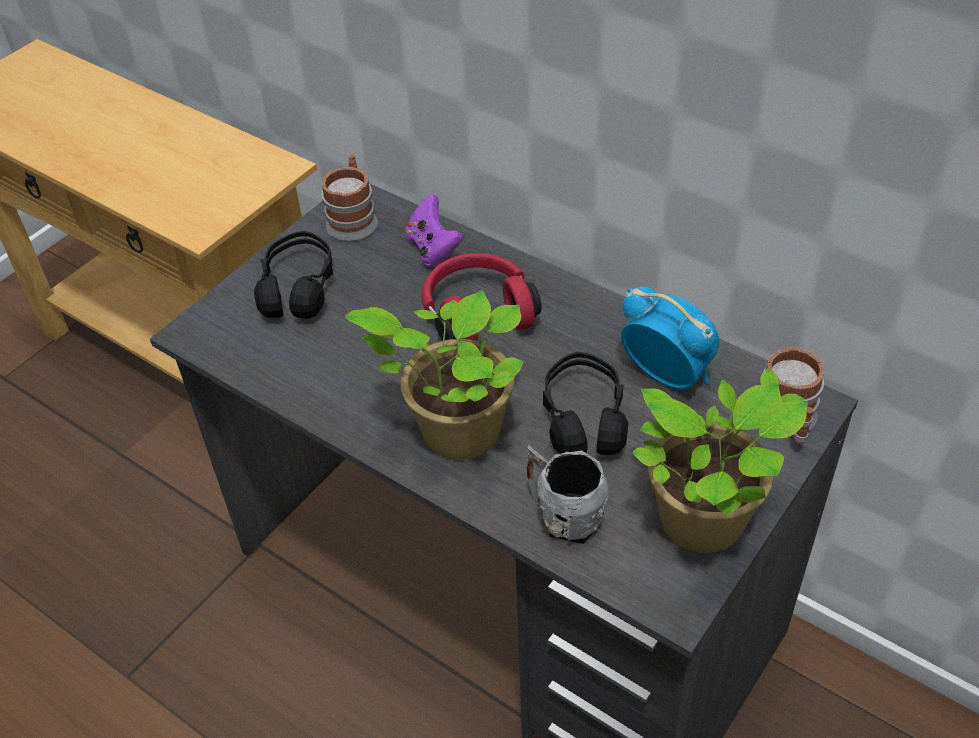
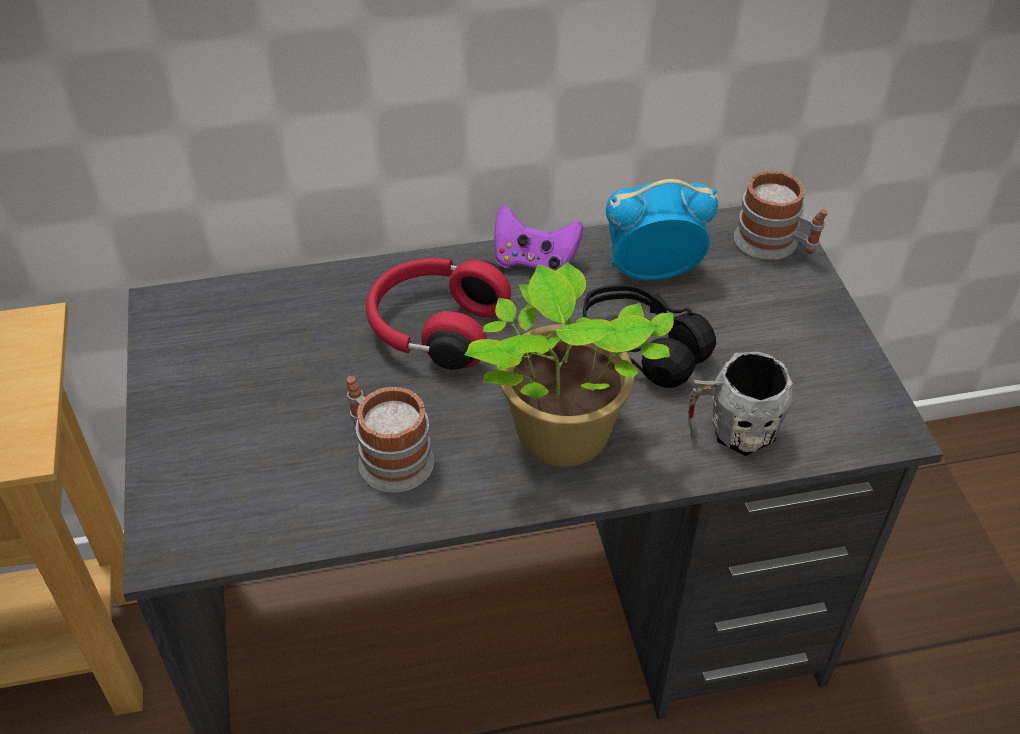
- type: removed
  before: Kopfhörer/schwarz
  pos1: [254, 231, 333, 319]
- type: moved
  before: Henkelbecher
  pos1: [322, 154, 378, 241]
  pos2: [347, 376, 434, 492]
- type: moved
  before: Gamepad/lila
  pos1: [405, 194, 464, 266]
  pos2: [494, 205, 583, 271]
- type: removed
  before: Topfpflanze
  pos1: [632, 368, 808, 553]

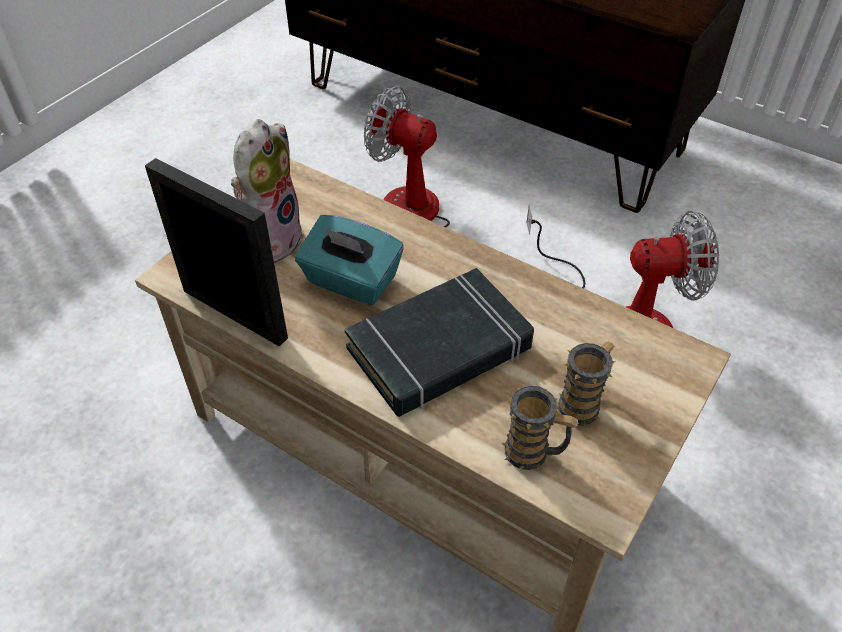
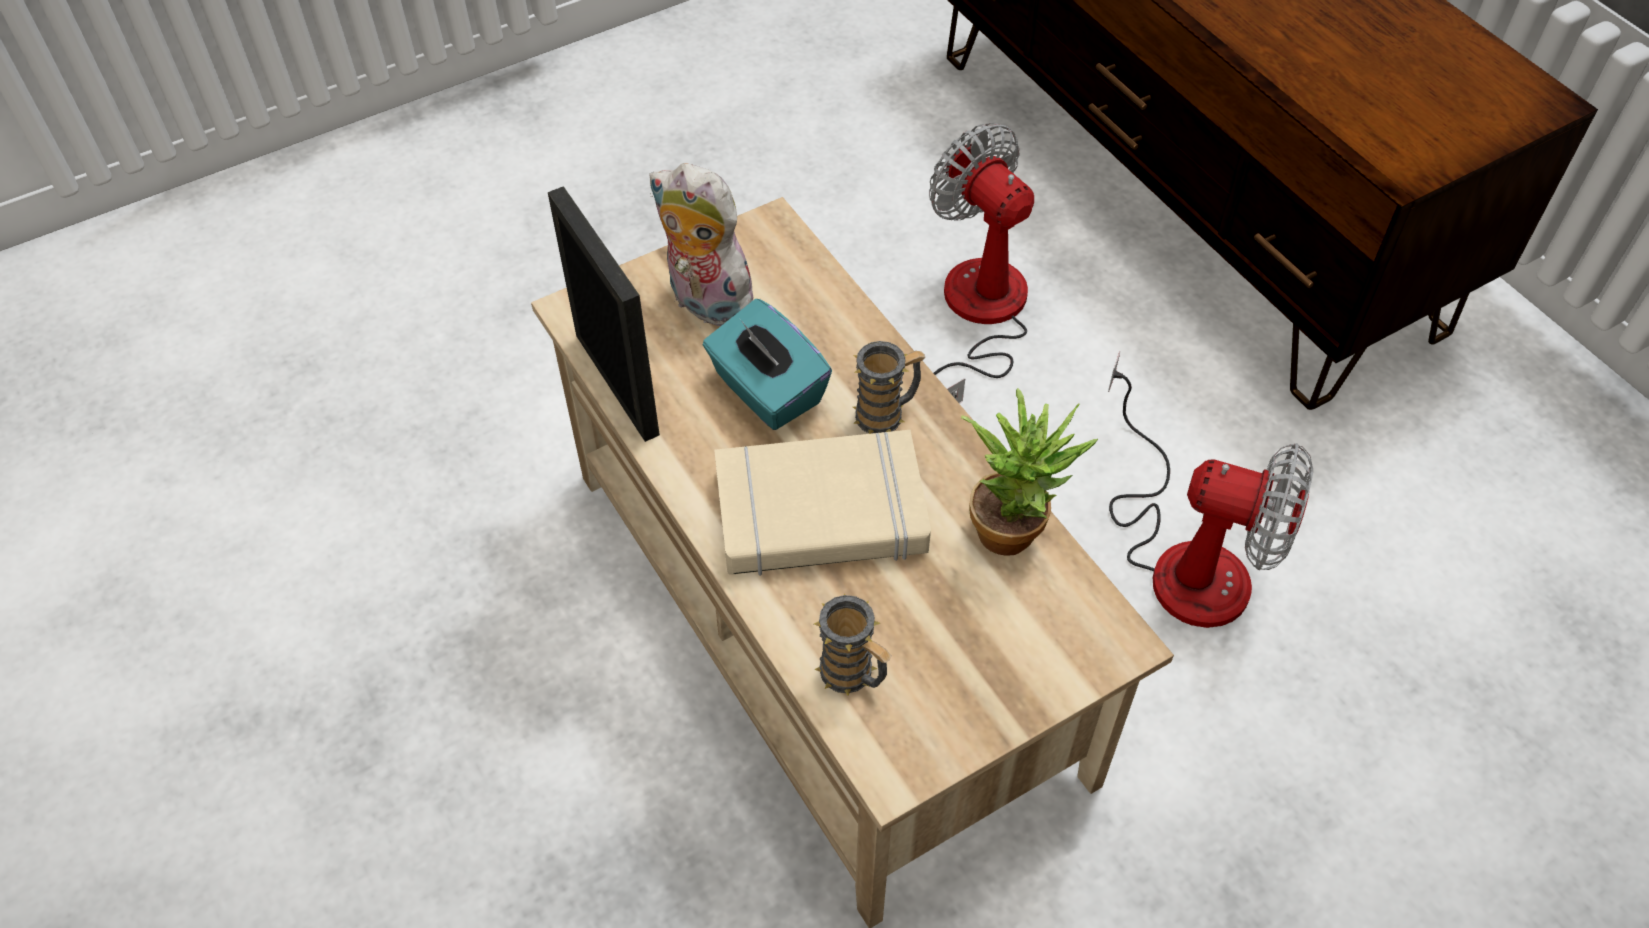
- type: turned
  before: Plüschtier
  pos1: [231, 119, 304, 263]
  pos2: [650, 163, 753, 326]
  turn: -105
- type: recoloured
  before: Buch/schwarz
  after: Buch/beige
  pos1: [344, 268, 534, 417]
  pos2: [714, 430, 931, 576]
- type: moved
  before: Henkelbecher
  pos1: [557, 342, 615, 426]
  pos2: [853, 341, 925, 434]
- type: added
  after: Topfpflanze
  pos2: [961, 388, 1098, 556]

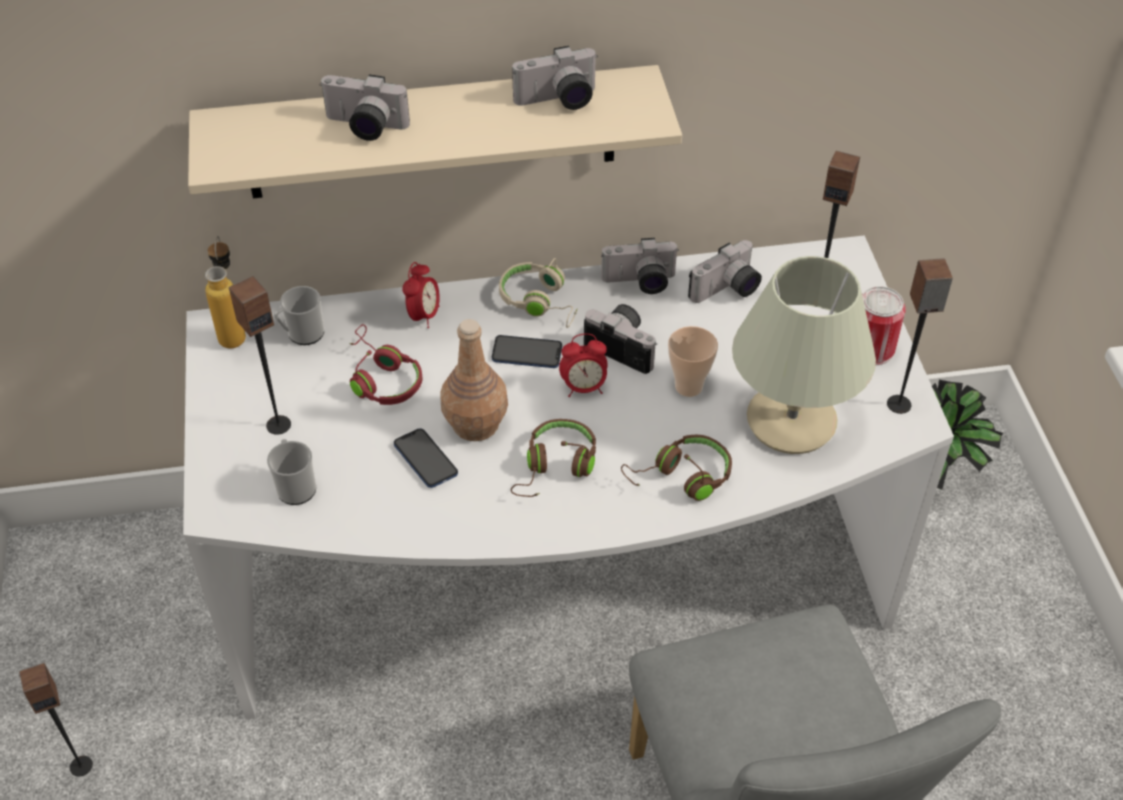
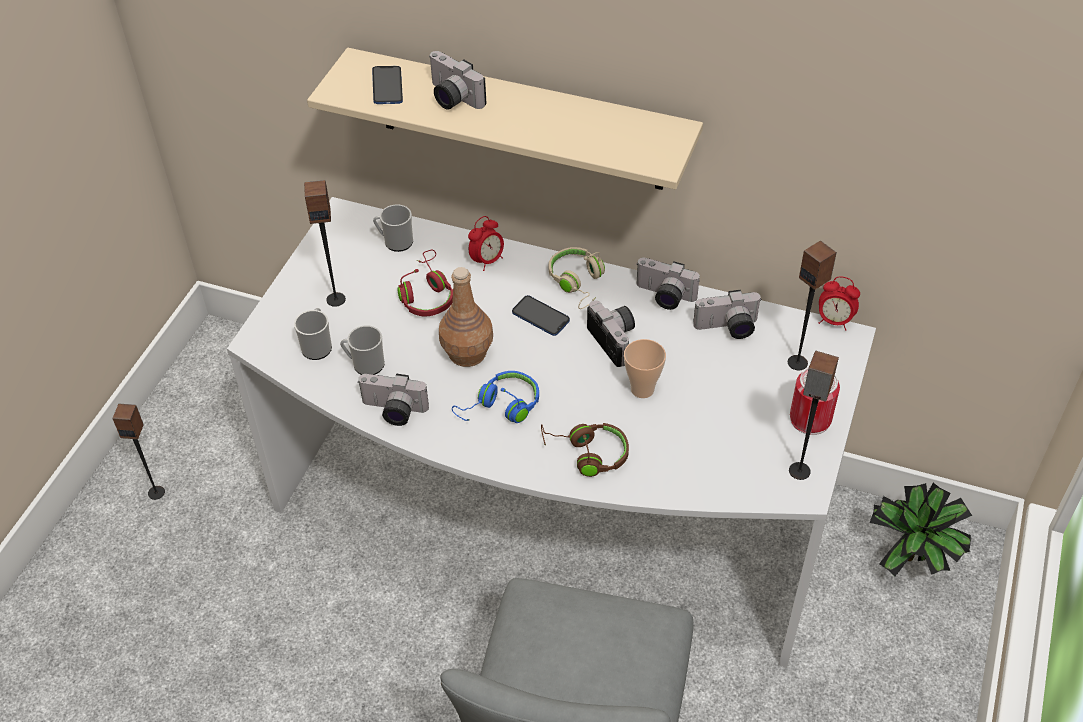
- type: removed
  before: Flasche
  pos1: [205, 236, 246, 349]
- type: moved
  before: Handy
  pos1: [394, 429, 458, 488]
  pos2: [372, 66, 403, 104]
- type: recoloured
  before: Kopfhörer/braun
  after: Kopfhörer/blau
  pos1: [511, 419, 596, 497]
  pos2: [452, 371, 539, 423]
- type: moved
  before: Kamera
  pos1: [512, 46, 598, 110]
  pos2: [357, 374, 429, 426]
- type: moved
  before: Wecker
  pos1: [559, 333, 607, 397]
  pos2: [819, 276, 860, 331]
- type: removed
  before: Tischlampe/beige
  pos1: [732, 256, 876, 454]
- type: added
  after: Henkelbecher
  pos2: [340, 325, 385, 375]

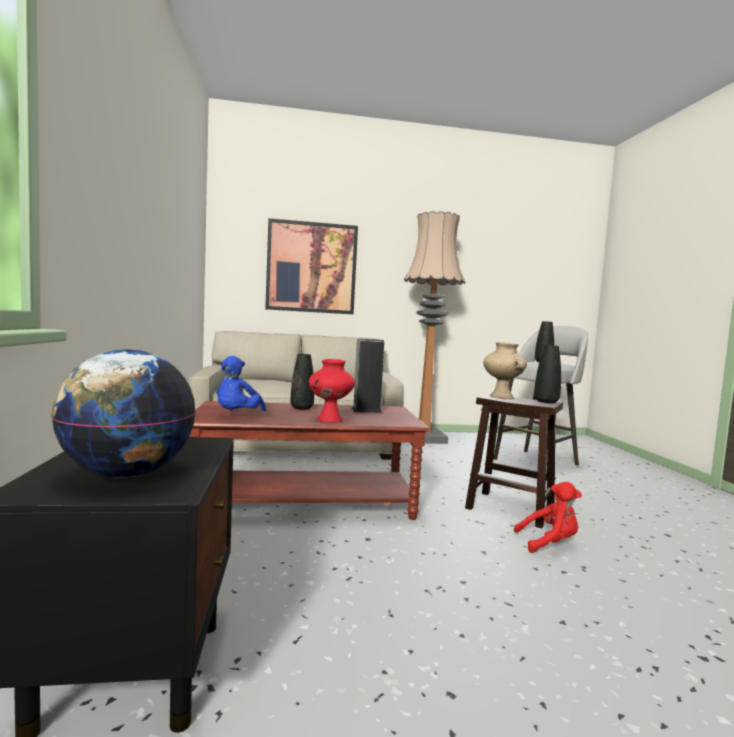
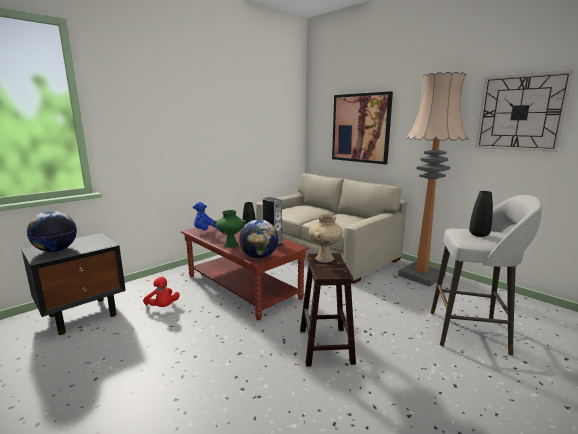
- type: recoloured
  before: Vase/rot
  after: Vase/grün
  pos1: [309, 359, 355, 422]
  pos2: [214, 210, 247, 248]
- type: moved
  before: Plüschtier/rot
  pos1: [514, 482, 582, 553]
  pos2: [143, 277, 180, 307]
- type: removed
  before: Vase/schwarz
  pos1: [534, 345, 561, 403]
- type: added
  after: Globus
  pos2: [239, 219, 278, 259]
- type: added
  after: Wanduhr
  pos2: [475, 70, 574, 152]

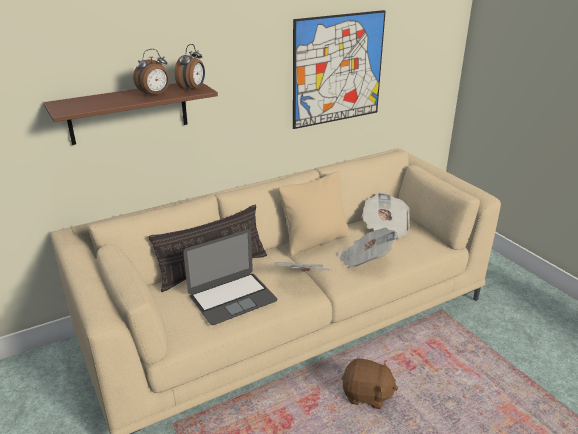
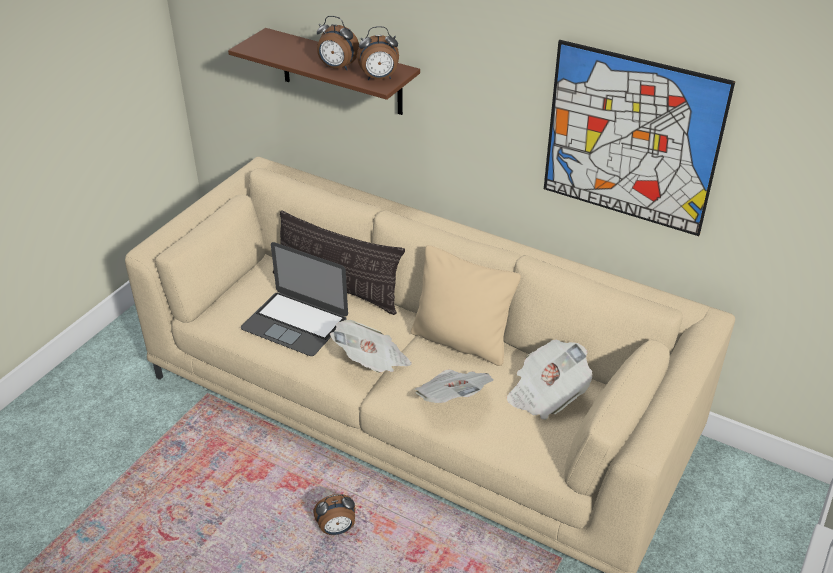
- type: replaced
  before: Plüschtier/braun
  after: Wecker
  pos1: [342, 358, 398, 409]
  pos2: [313, 494, 355, 535]

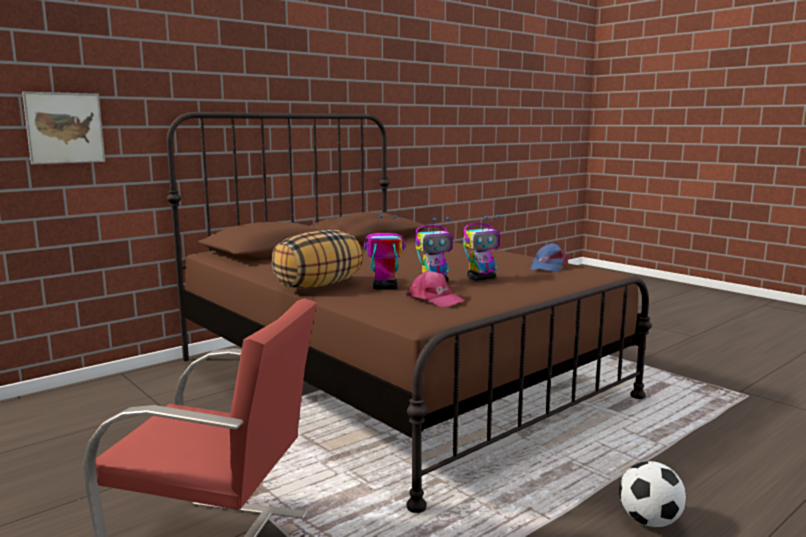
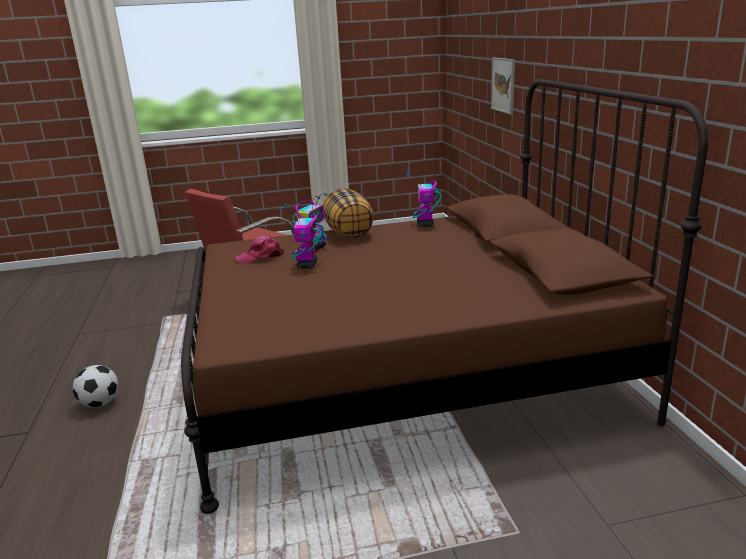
- type: moved
  before: Spielzeugroboter
  pos1: [463, 215, 500, 281]
  pos2: [407, 171, 441, 227]
- type: removed
  before: Kappe/blau
  pos1: [531, 243, 568, 272]

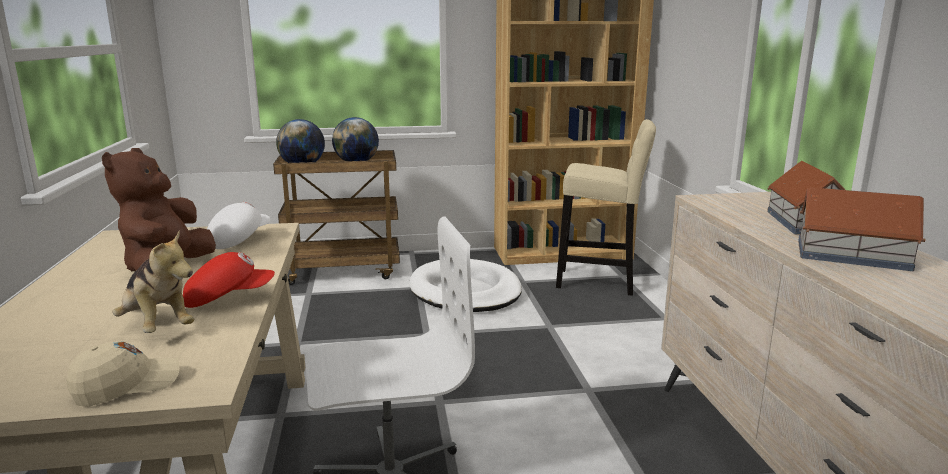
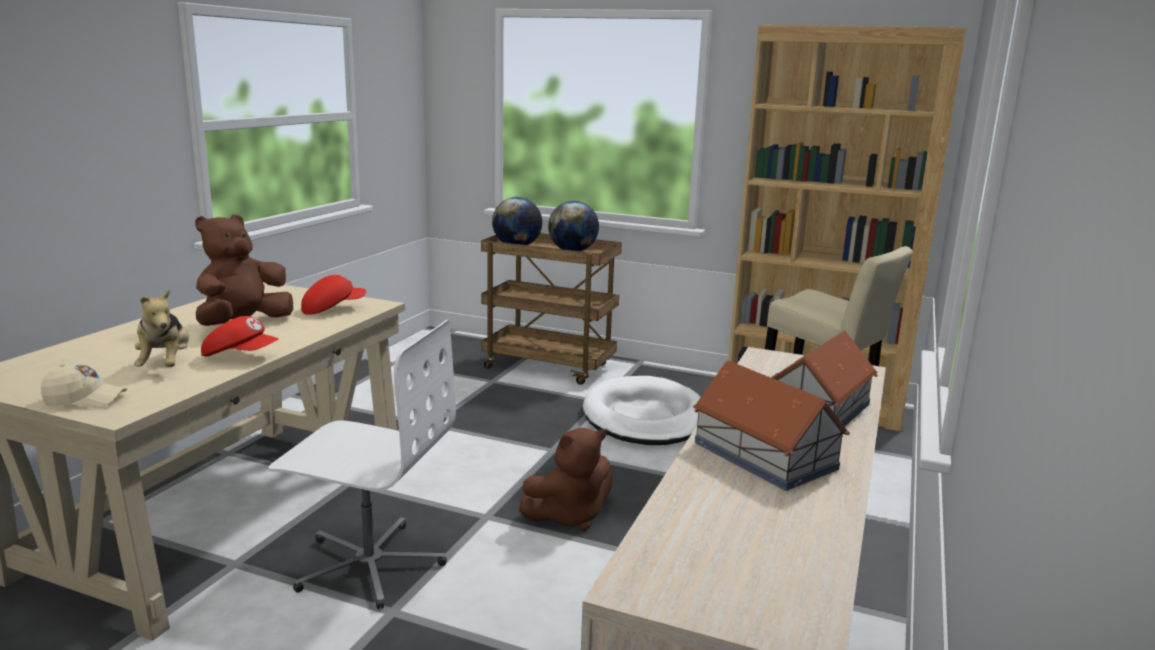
- type: recoloured
  before: Kappe/weiß
  after: Kappe/rot
  pos1: [207, 202, 271, 249]
  pos2: [301, 274, 366, 315]
- type: added
  after: Plüschtier/braun
  pos2: [519, 428, 613, 531]

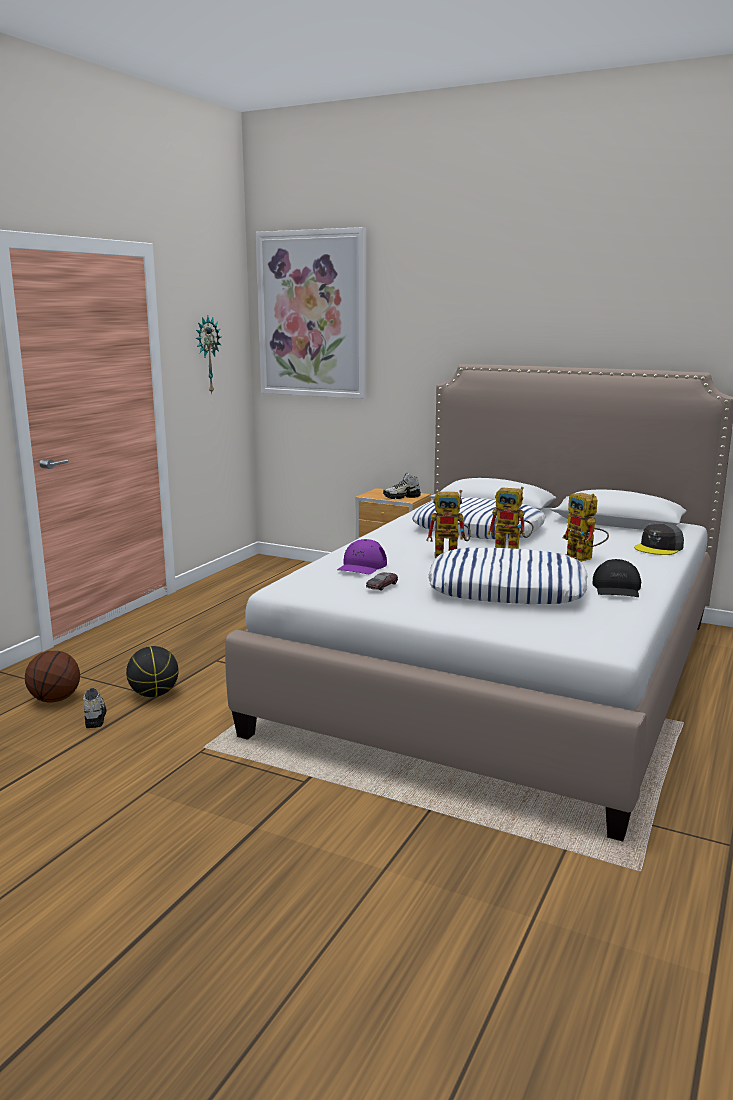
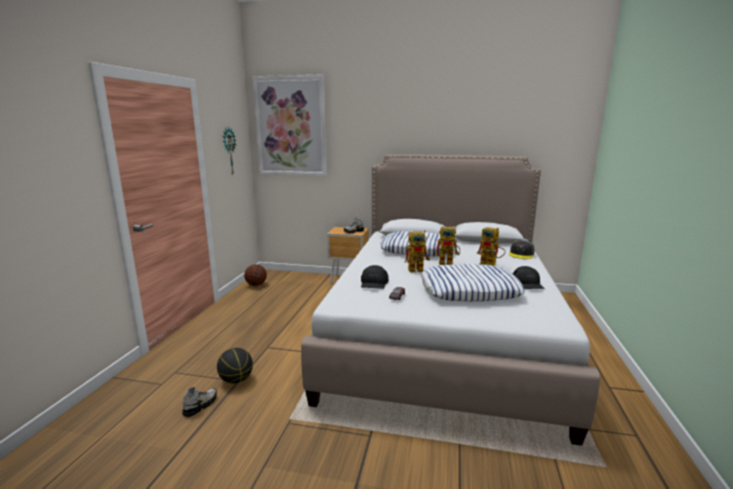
- type: moved
  before: Basketball
  pos1: [25, 651, 80, 703]
  pos2: [244, 264, 267, 286]
- type: turned
  before: Schuh
  pos1: [83, 688, 107, 728]
  pos2: [182, 387, 217, 417]
  turn: 60
- type: recoloured
  before: Kappe/lila
  after: Kappe/schwarz
  pos1: [337, 539, 387, 574]
  pos2: [361, 265, 389, 289]

